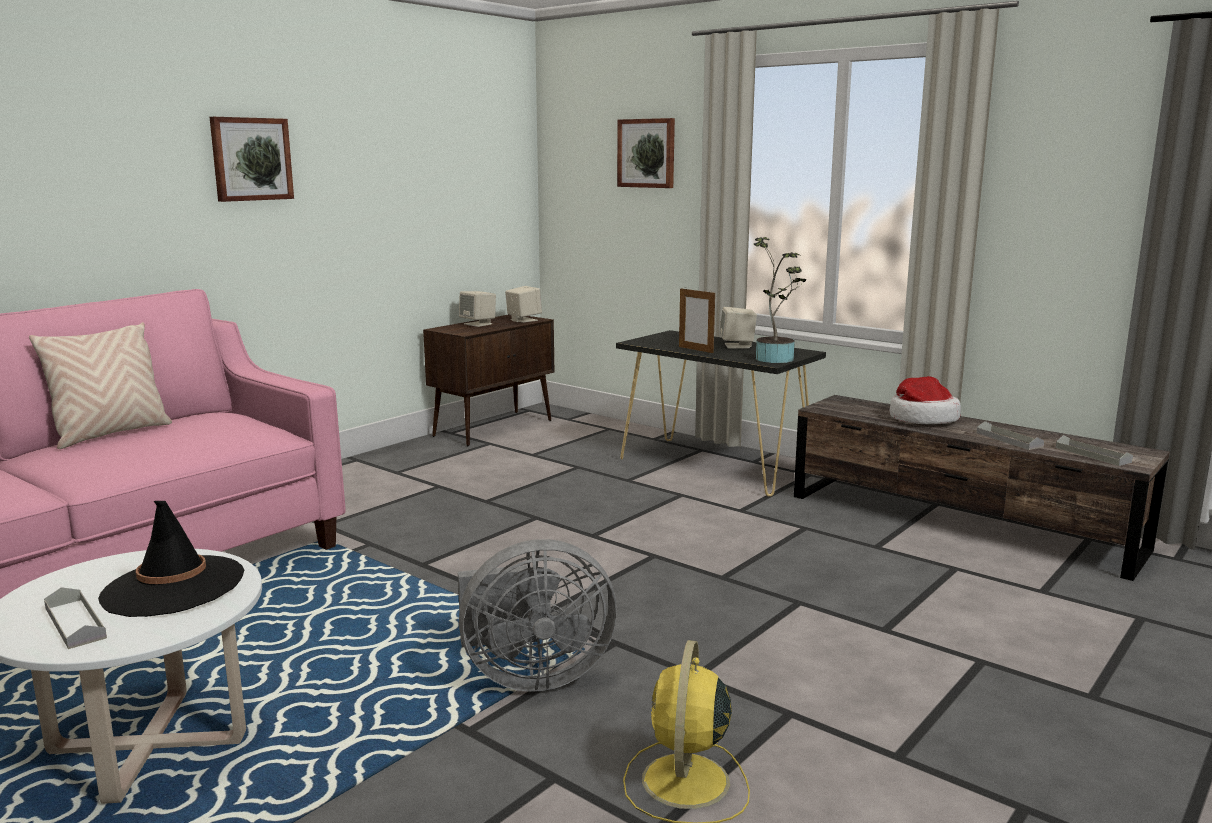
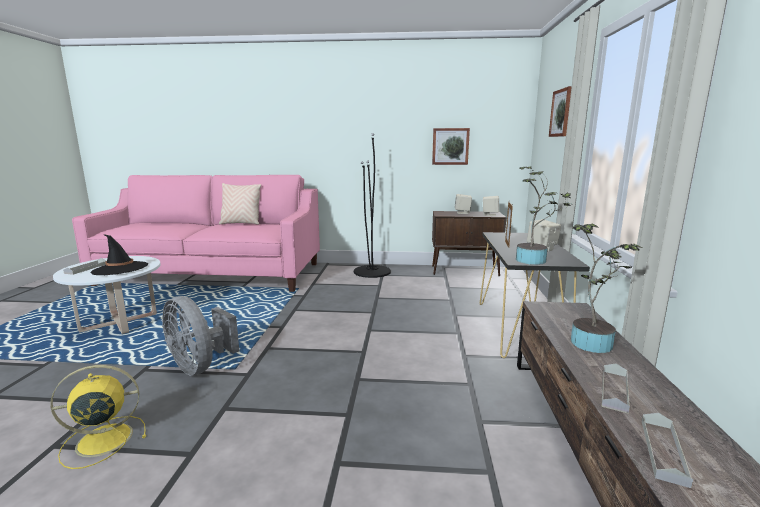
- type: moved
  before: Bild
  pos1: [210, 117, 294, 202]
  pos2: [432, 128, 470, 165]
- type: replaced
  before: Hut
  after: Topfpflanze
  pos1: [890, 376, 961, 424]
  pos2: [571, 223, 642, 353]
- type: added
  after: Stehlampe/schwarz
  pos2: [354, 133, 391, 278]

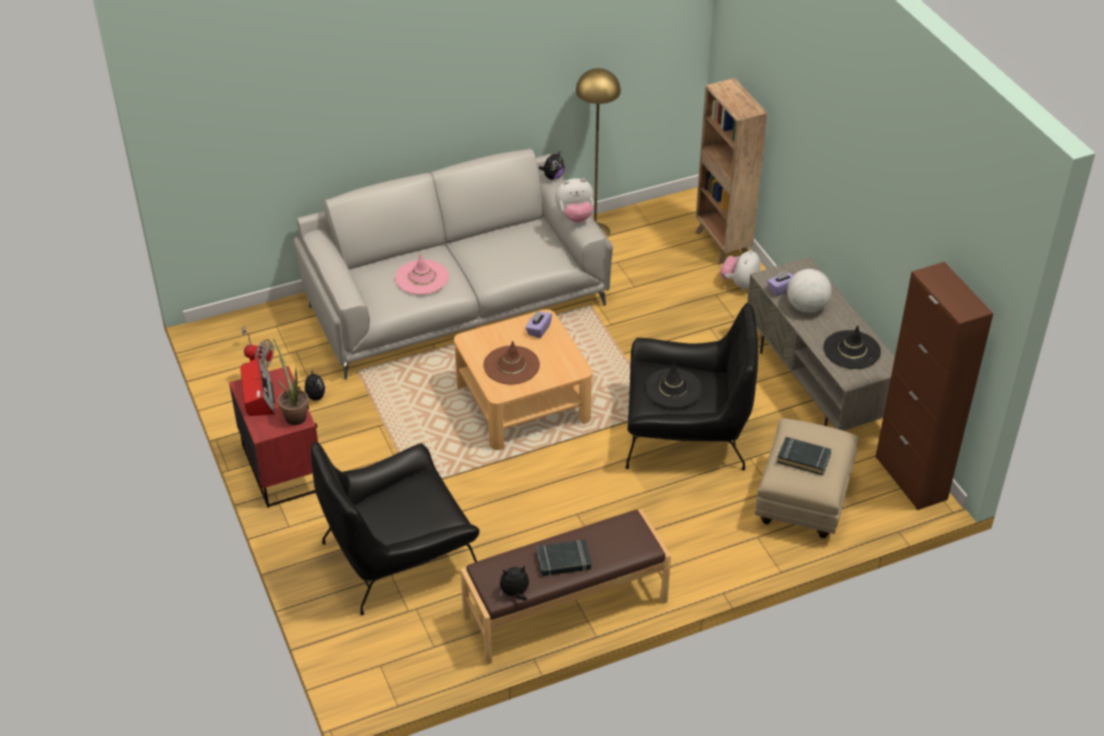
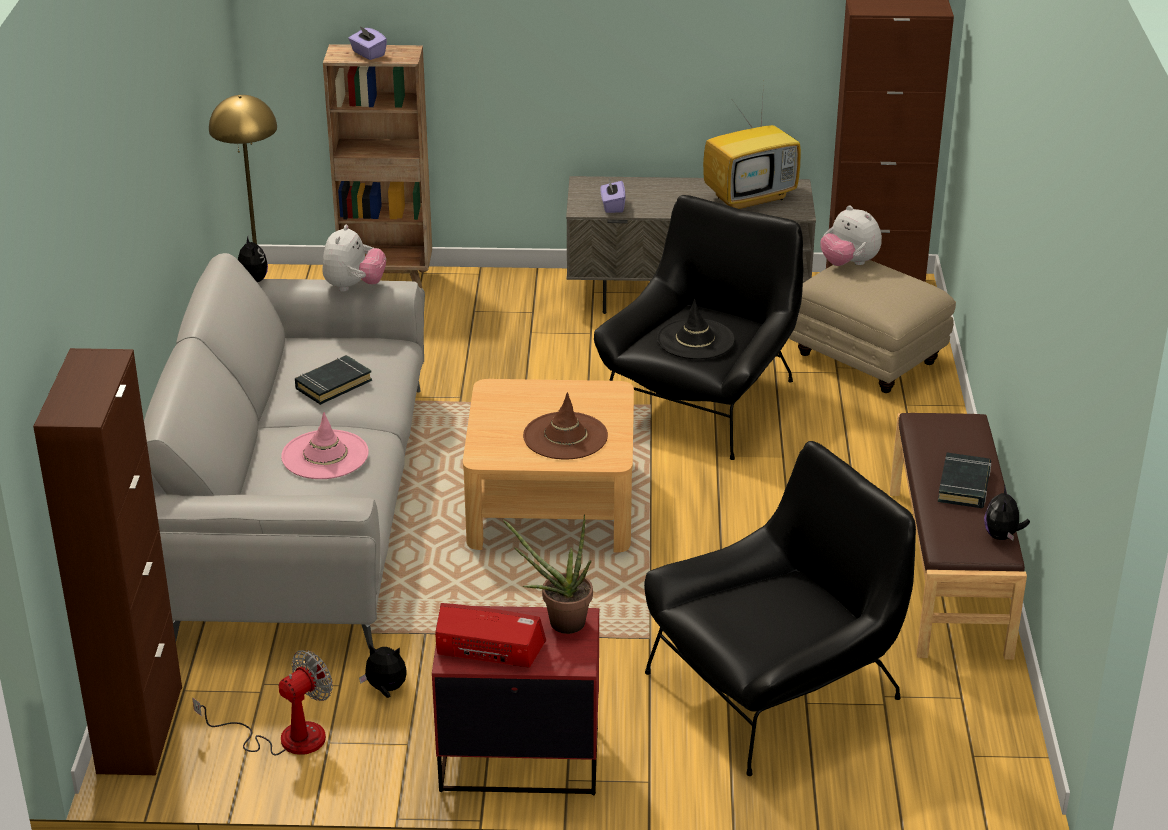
- type: turned
  before: Sessel/schwarz
  pos1: [311, 442, 480, 615]
  pos2: [644, 441, 916, 776]
  turn: -120
- type: moved
  before: Taschentuchbox/lila
  pos1: [525, 311, 552, 338]
  pos2: [349, 25, 387, 60]
- type: moved
  before: Plüschtier
  pos1: [720, 249, 761, 290]
  pos2: [820, 205, 882, 266]
- type: moved
  before: Buch/schwarz
  pos1: [777, 437, 832, 475]
  pos2: [295, 355, 372, 405]
- type: removed
  before: Globus
  pos1: [787, 269, 832, 313]
- type: replaced
  before: Hut/schwarz
  after: Fernseher
  pos1: [823, 325, 881, 369]
  pos2: [703, 83, 801, 209]
- type: added
  after: Schrank/braun
  pos2: [33, 348, 182, 775]

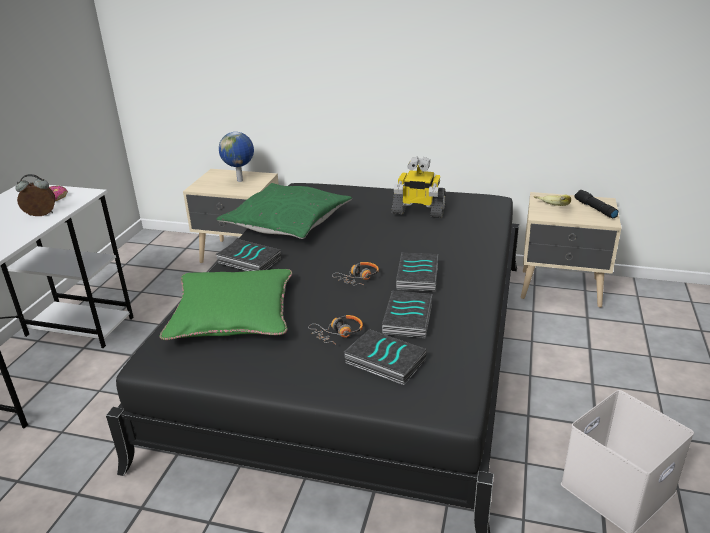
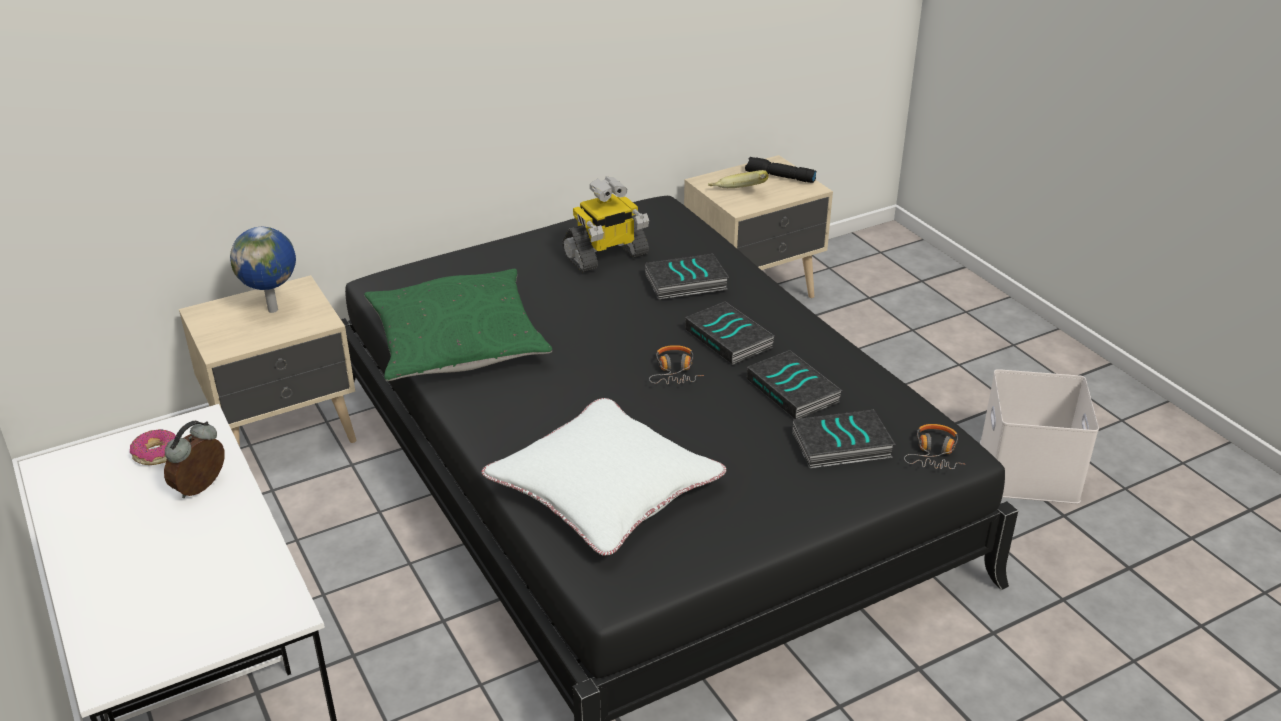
- type: recoloured
  before: Kissen/grün
  after: Kissen/weiß
  pos1: [160, 269, 292, 340]
  pos2: [481, 398, 726, 556]
- type: moved
  before: Buch
  pos1: [216, 239, 281, 271]
  pos2: [645, 254, 729, 299]
- type: moved
  before: Kopfhörer
  pos1: [308, 315, 363, 345]
  pos2: [904, 424, 966, 469]

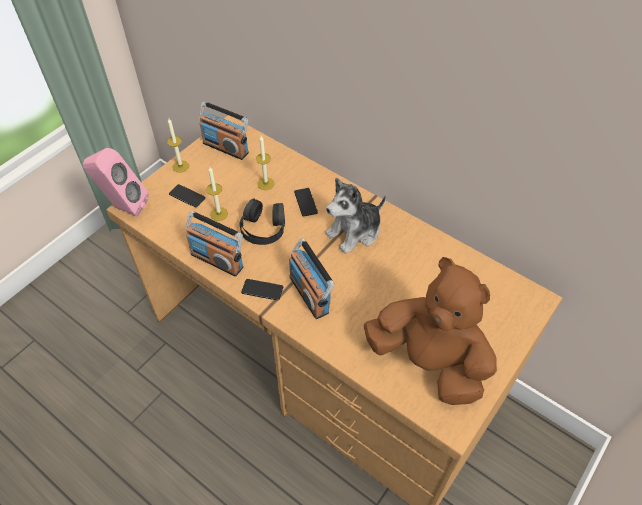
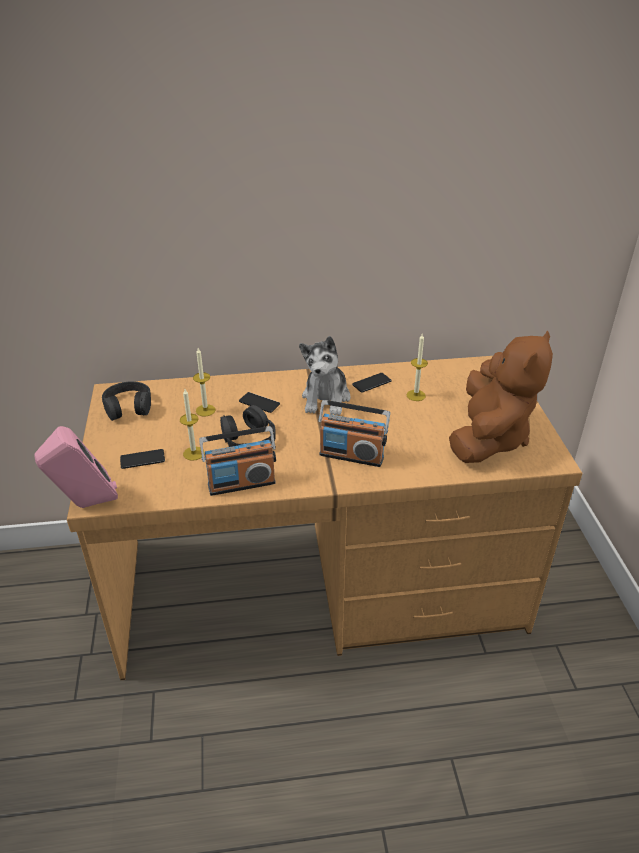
- type: moved
  before: Kerze
  pos1: [167, 119, 189, 173]
  pos2: [407, 334, 428, 401]
- type: replaced
  before: Radio
  after: Kopfhörer/schwarz
  pos1: [199, 102, 249, 160]
  pos2: [102, 381, 151, 421]
- type: moved
  before: Handy
  pos1: [241, 279, 283, 301]
  pos2: [352, 373, 392, 393]
- type: turned
  before: Plüschtier/braun
  pos1: [363, 257, 497, 405]
  pos2: [449, 331, 553, 463]
  turn: 120

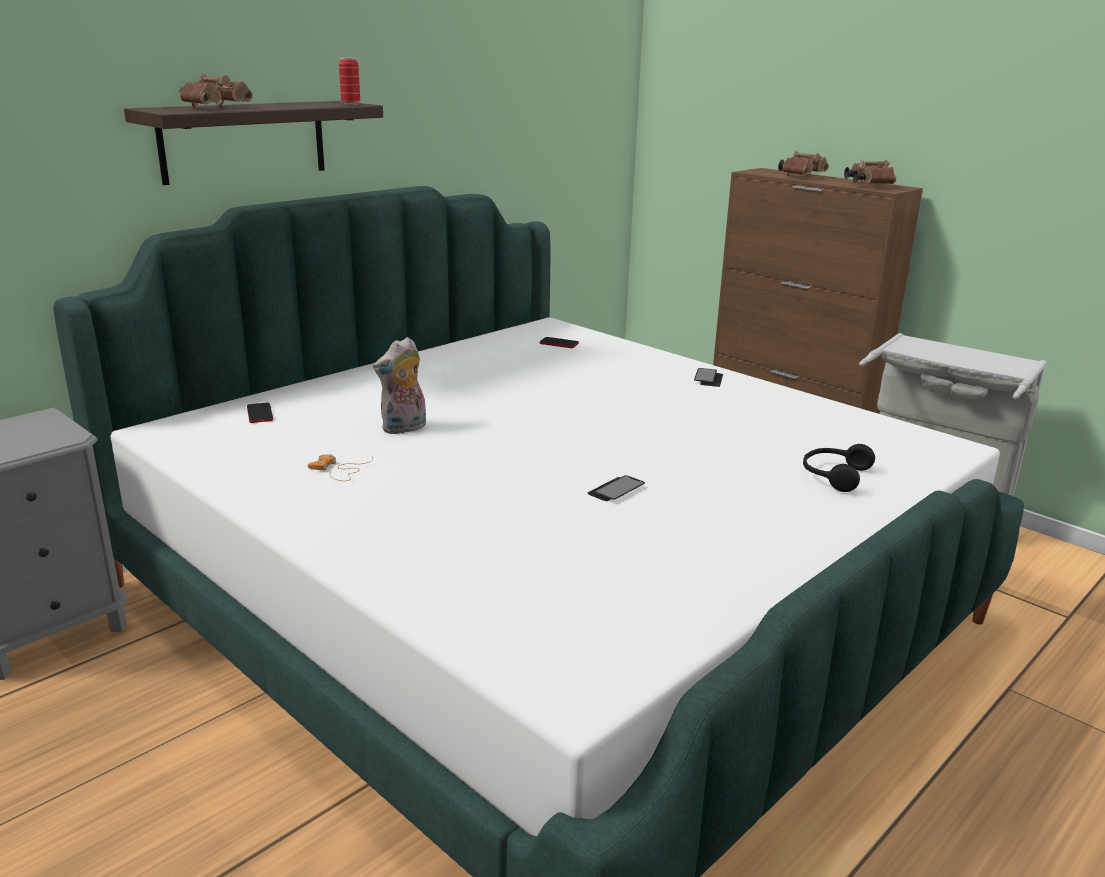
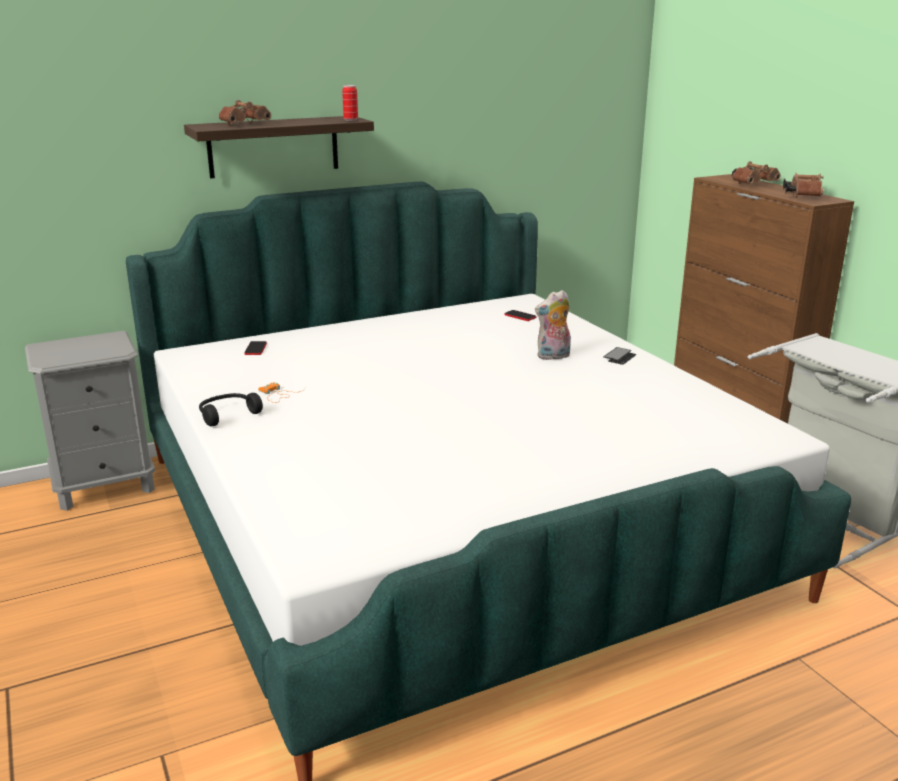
- type: moved
  before: Plüschtier
  pos1: [373, 337, 426, 435]
  pos2: [535, 290, 571, 360]
- type: removed
  before: Handy
  pos1: [588, 475, 645, 501]
- type: moved
  before: Kopfhörer/schwarz
  pos1: [803, 444, 875, 492]
  pos2: [199, 393, 263, 426]

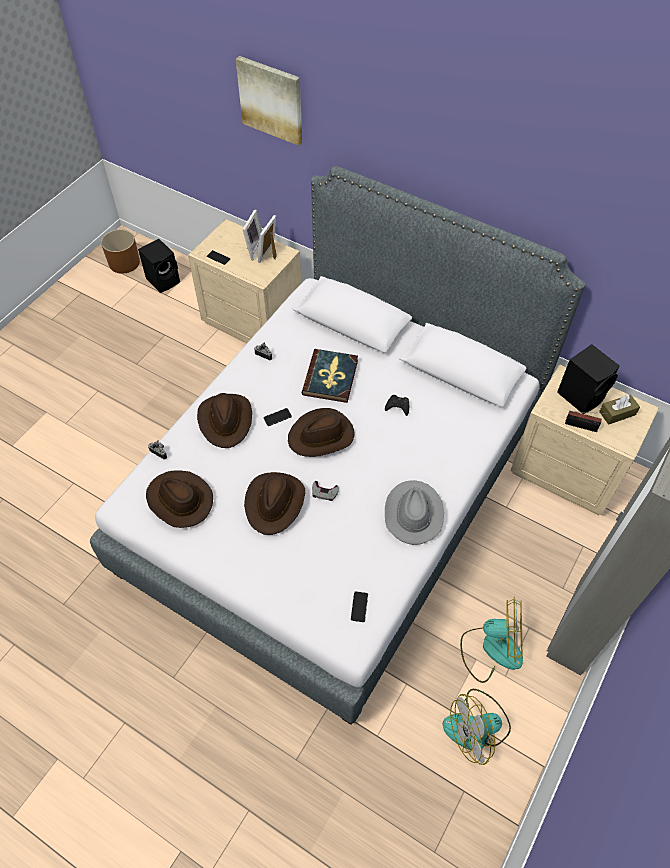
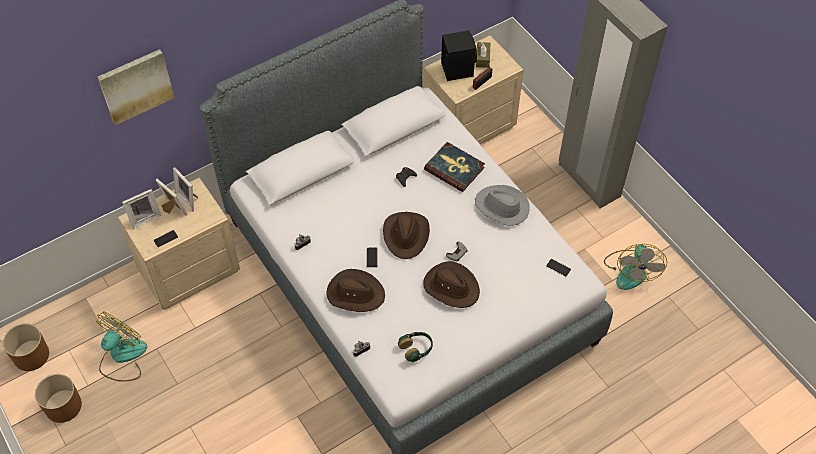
- type: removed
  before: Lautsprecher/schwarz
  pos1: [138, 239, 180, 293]
- type: replaced
  before: Hut/braun
  after: Kopfhörer
  pos1: [146, 470, 213, 528]
  pos2: [398, 332, 433, 362]
- type: moved
  before: Buch
  pos1: [301, 349, 358, 403]
  pos2: [424, 142, 485, 192]
- type: moved
  before: Ventilator
  pos1: [460, 597, 523, 683]
  pos2: [96, 311, 147, 382]
- type: added
  after: Pflanzkübel/braun
  pos2: [35, 374, 82, 423]
- type: added
  after: Bilderrahmen
  pos2: [122, 189, 161, 229]

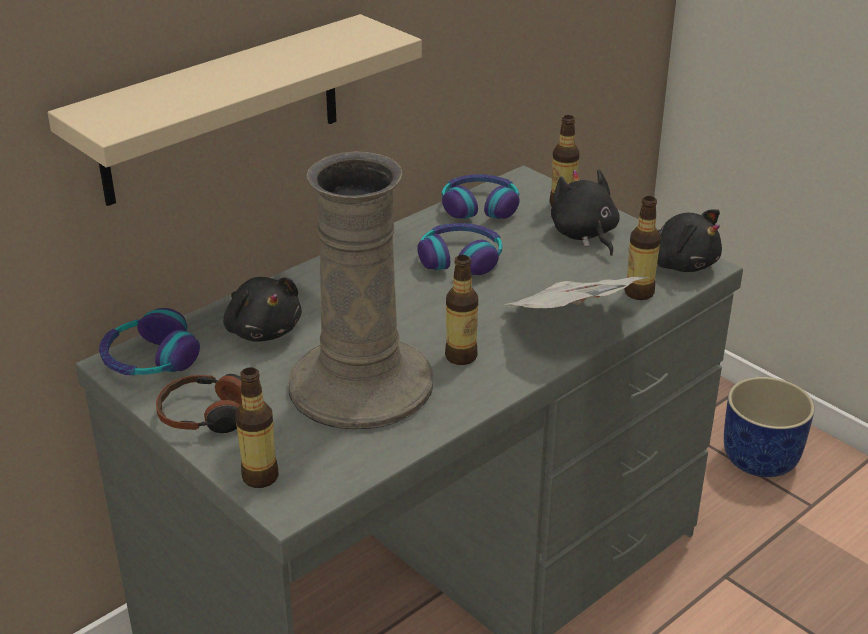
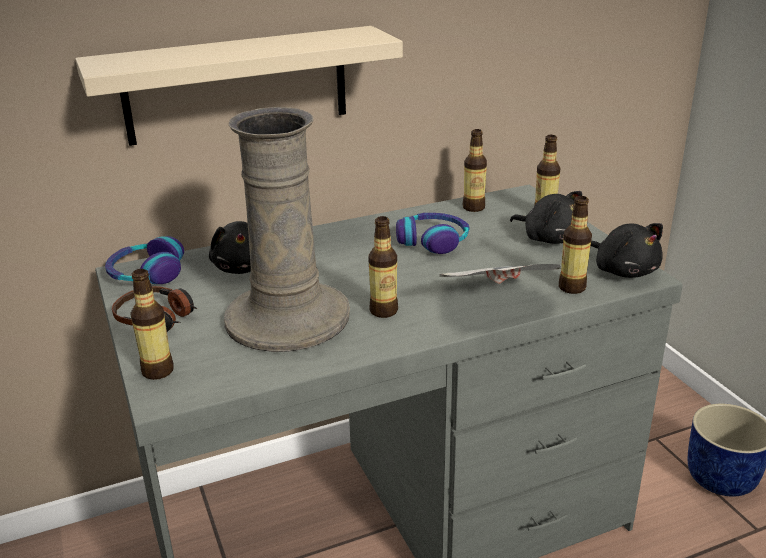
- type: replaced
  before: Kopfhörer
  after: Flasche
  pos1: [442, 174, 520, 219]
  pos2: [463, 129, 487, 212]
- type: turned
  before: Plüschtier/schwarz
  pos1: [551, 170, 620, 256]
  pos2: [510, 191, 582, 244]
  turn: 135

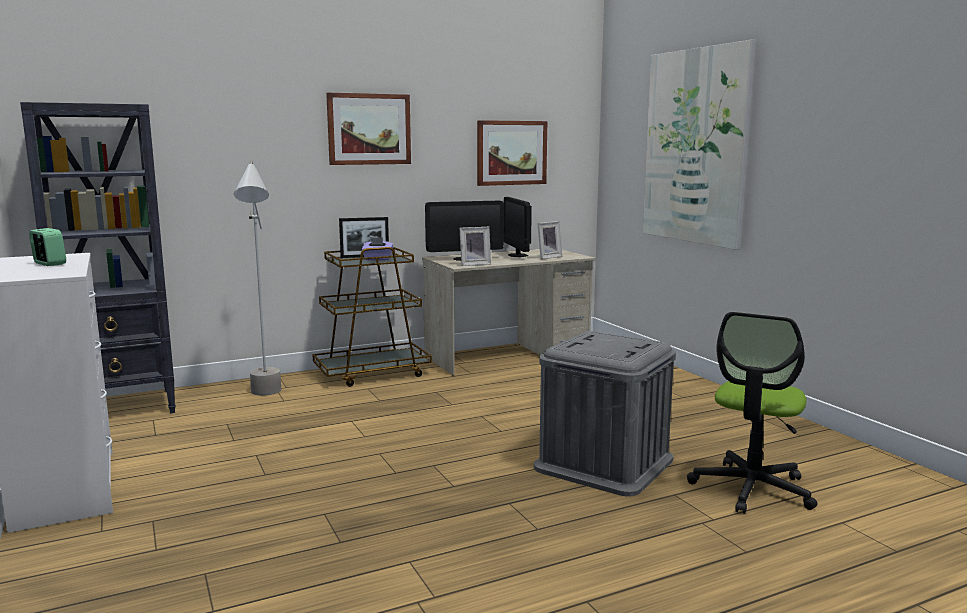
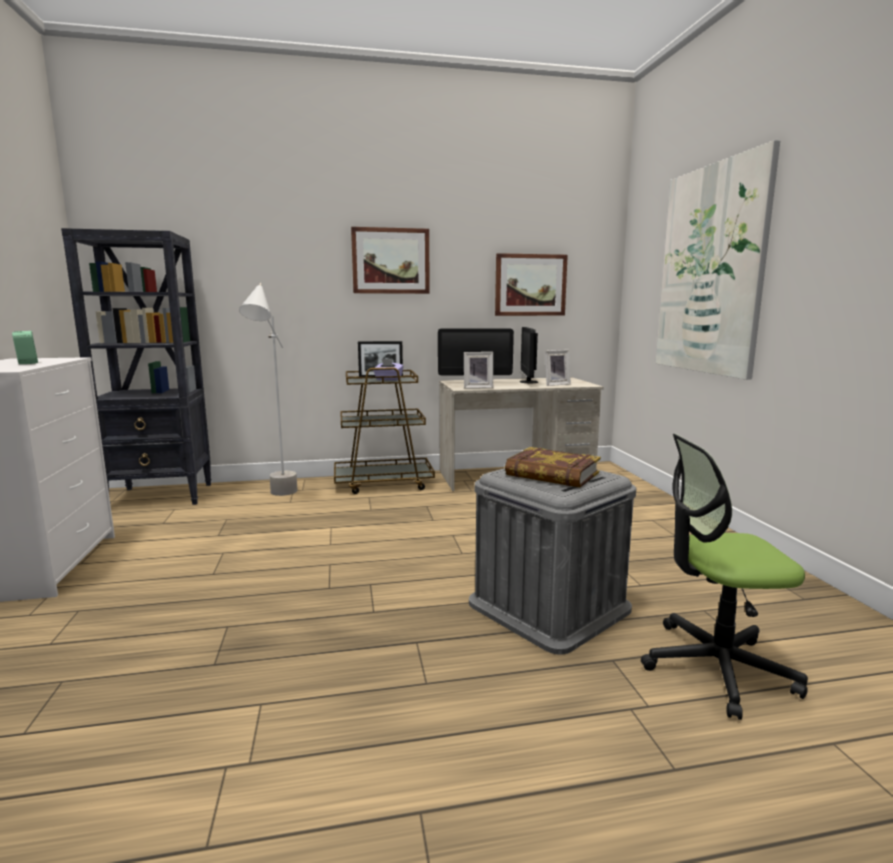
- type: turned
  before: Bürostuhl
  pos1: [687, 312, 817, 514]
  pos2: [641, 434, 808, 720]
  turn: 45
- type: added
  after: Buch
  pos2: [505, 447, 601, 487]

